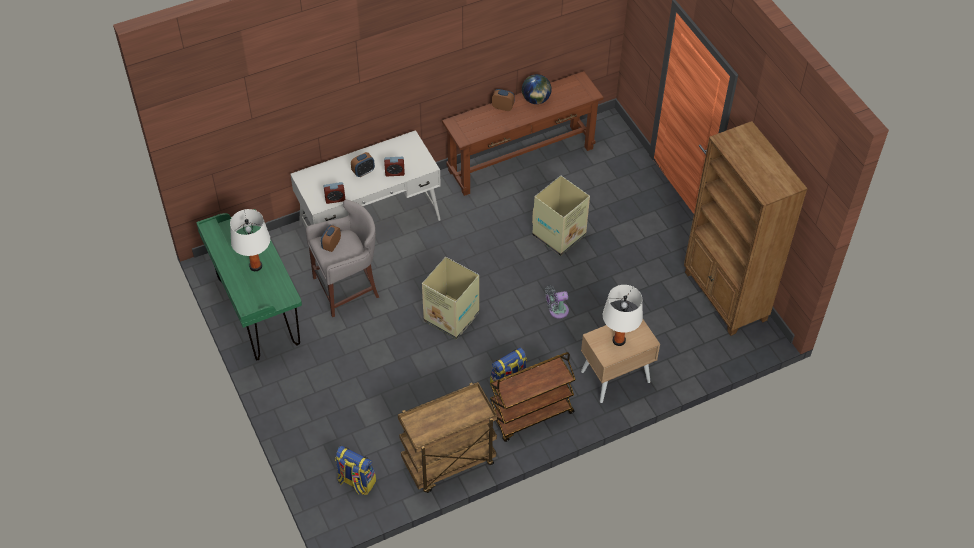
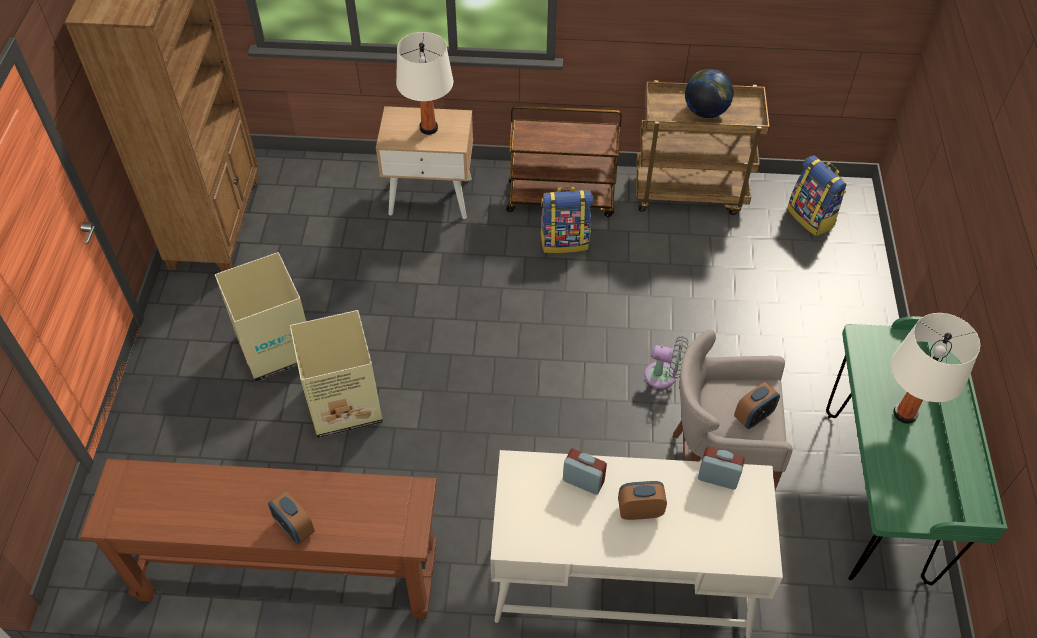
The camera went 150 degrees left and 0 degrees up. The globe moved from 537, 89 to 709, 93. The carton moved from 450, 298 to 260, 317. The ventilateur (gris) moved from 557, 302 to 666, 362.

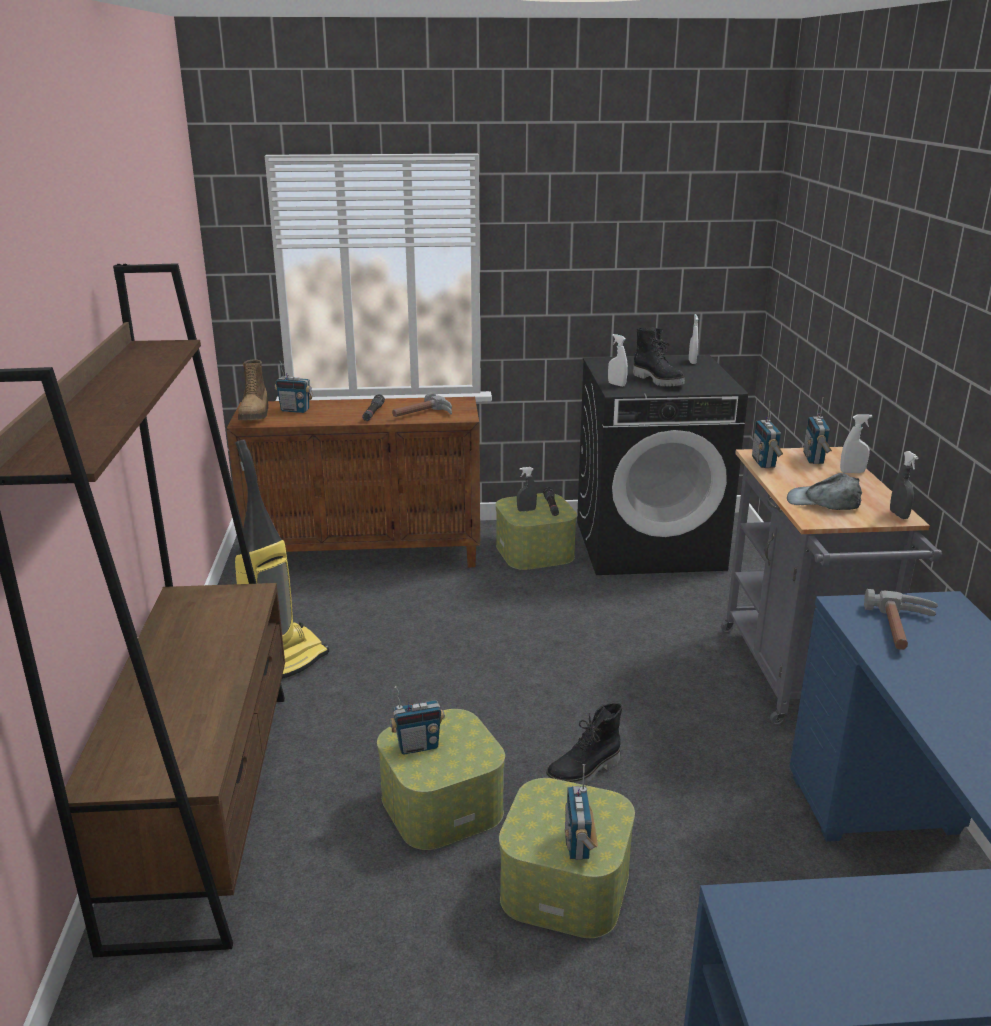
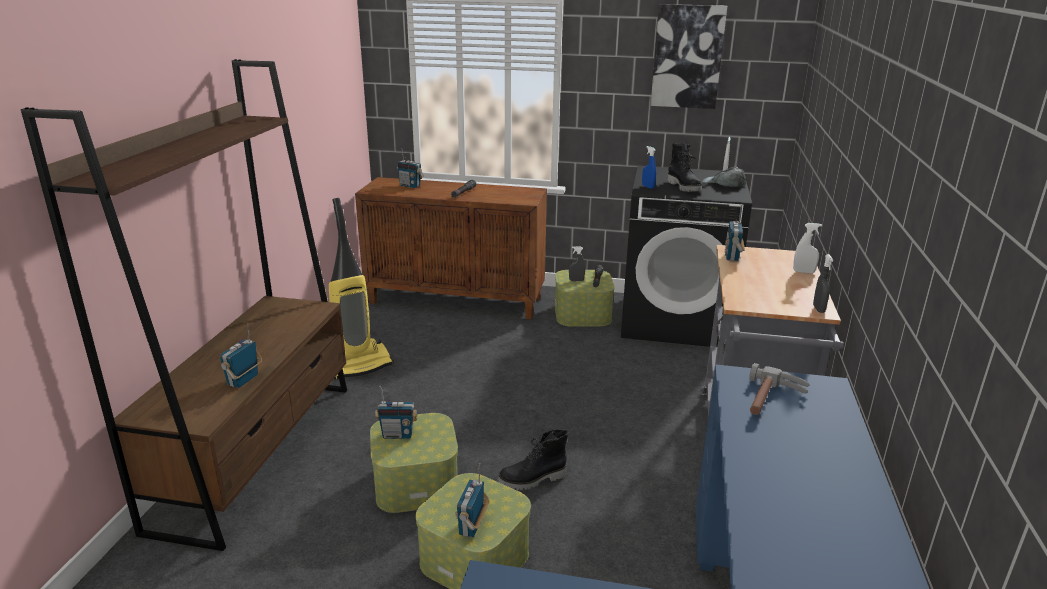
The camera went 15 degrees right and 0 degrees up. The vaporisateur (blanc) at 618, 360 became the vaporisateur (bleu) at 649, 167. The botte at 253, 389 disappeared. The marteau at 422, 405 disappeared. The radio moved from 817, 430 to 241, 355. The casquette (gris) moved from 824, 491 to 724, 176. The tableau at 689, 56 appeared.

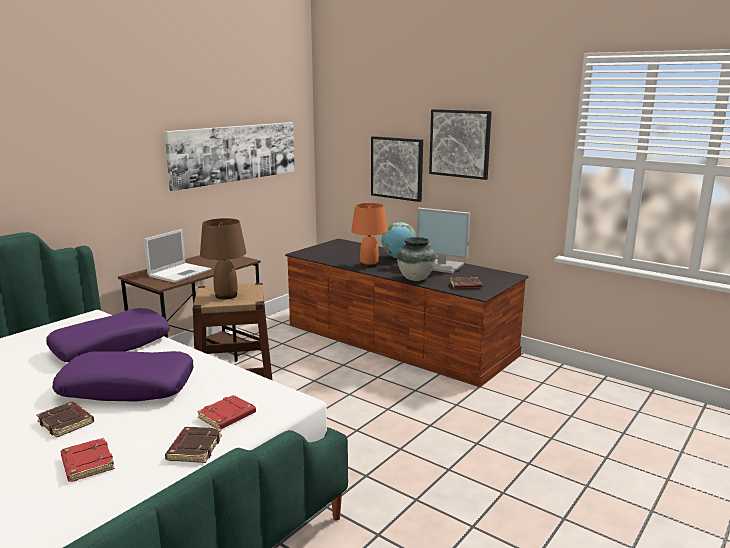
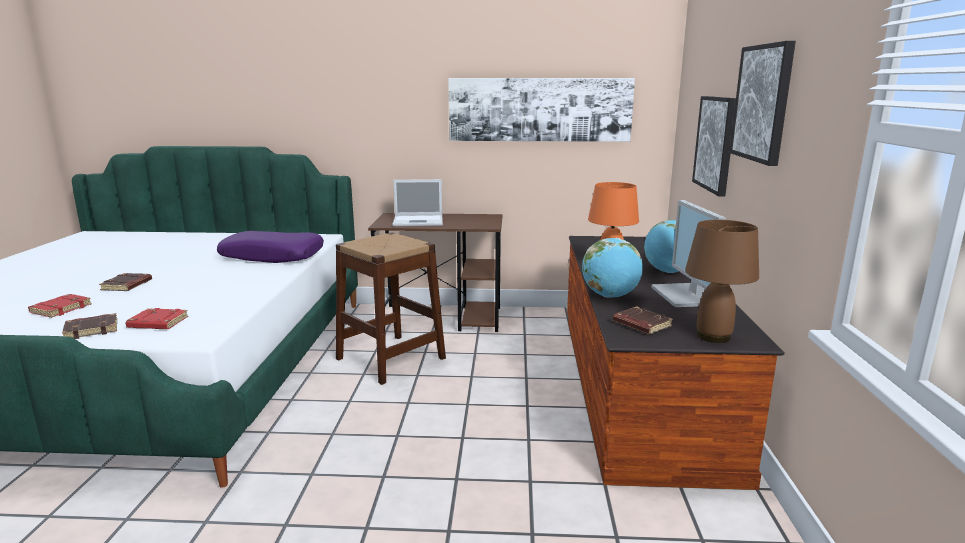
The camera went 55 degrees right and 0 degrees up. The lampe de table (marron) moved from 223, 258 to 722, 281. The vase at 416, 259 was replaced by the globe at 612, 268. The coussin (violet) at 122, 376 disappeared.

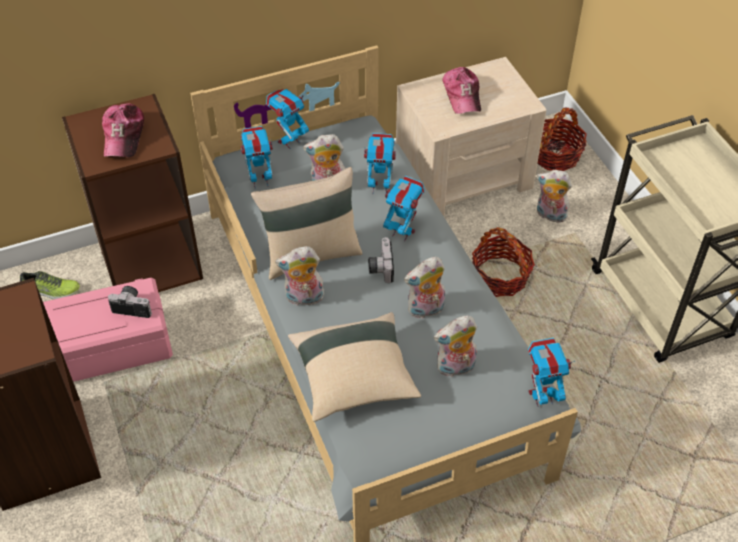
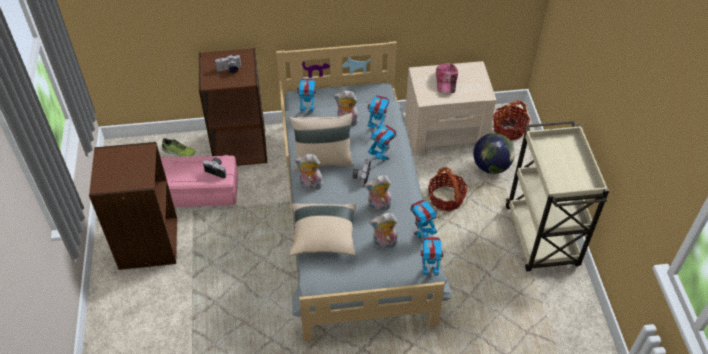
The camera went 15 degrees right and 0 degrees up. The robot jouet moved from 287, 119 to 424, 220. The casquette at 123, 130 was replaced by the appareil photo at 228, 64. The peluche at 554, 196 was replaced by the globe at 494, 153.

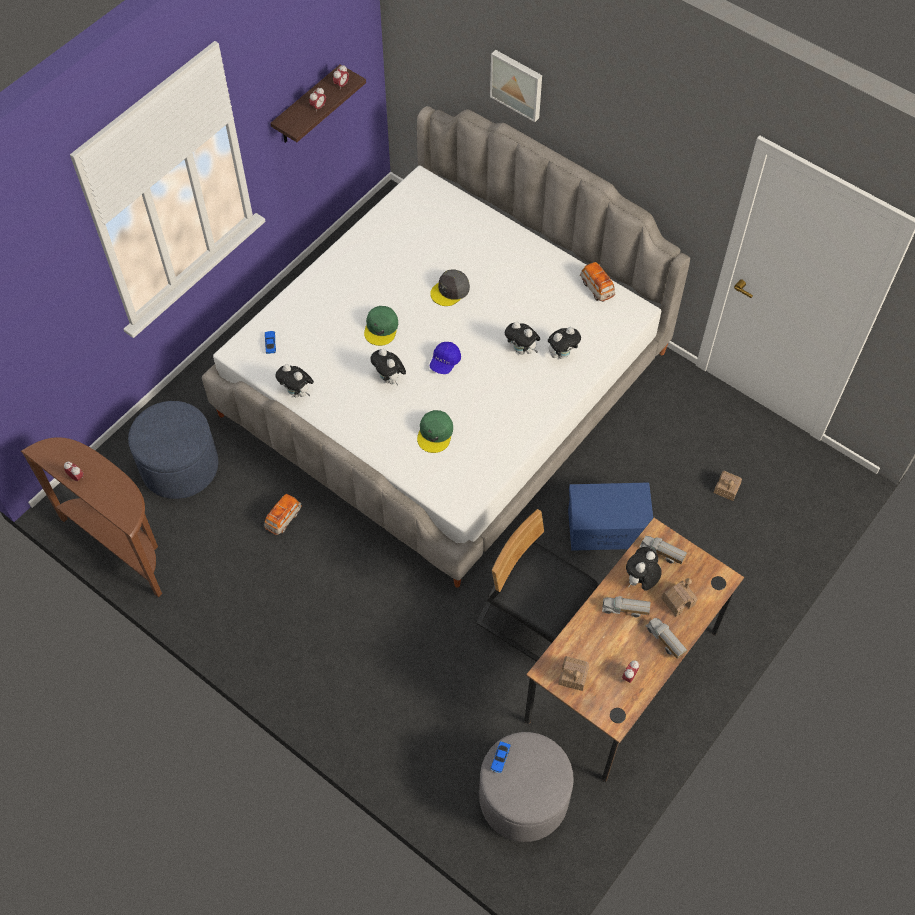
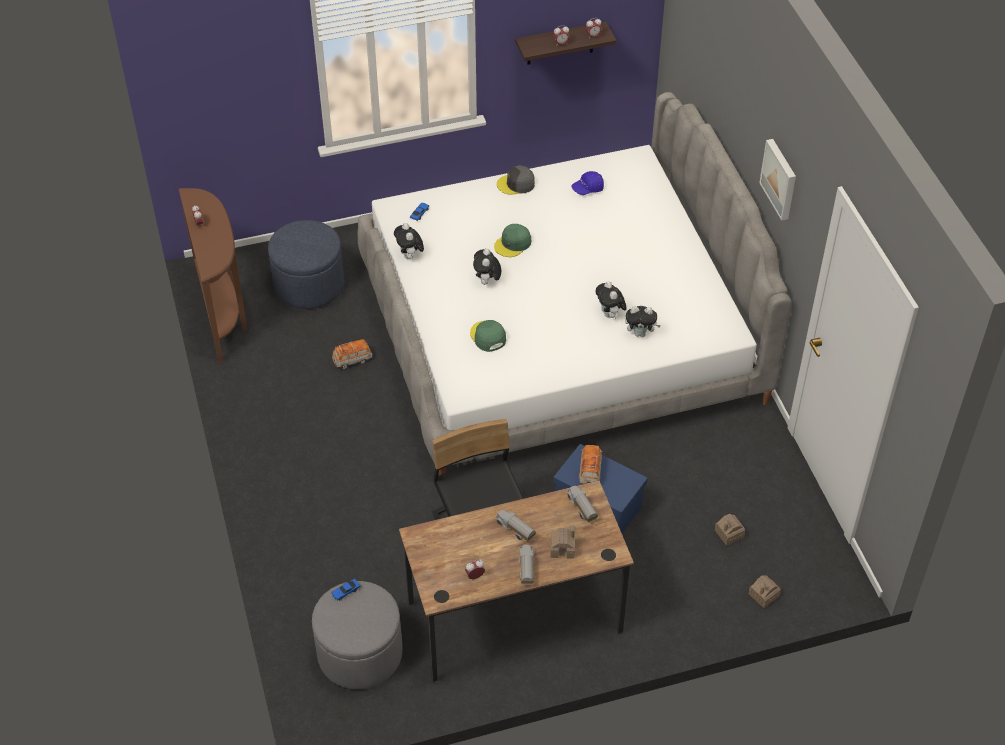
The camera went 35 degrees right and 10 degrees down. The tableau moved from 516, 86 to 777, 180. The petite voiture moved from 597, 282 to 591, 464. The casquette (gris) moved from 450, 288 to 516, 180. The casquette (bleu) moved from 445, 358 to 587, 183. The casquette (vert) at 435, 431 turned 105 degrees clockwise. The peluche at 644, 569 disappeared. The maison miniature moved from 573, 673 to 765, 591.

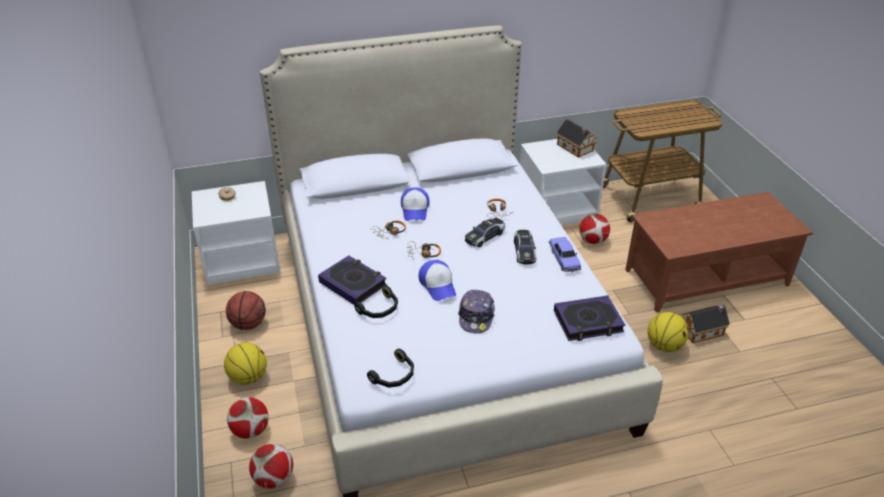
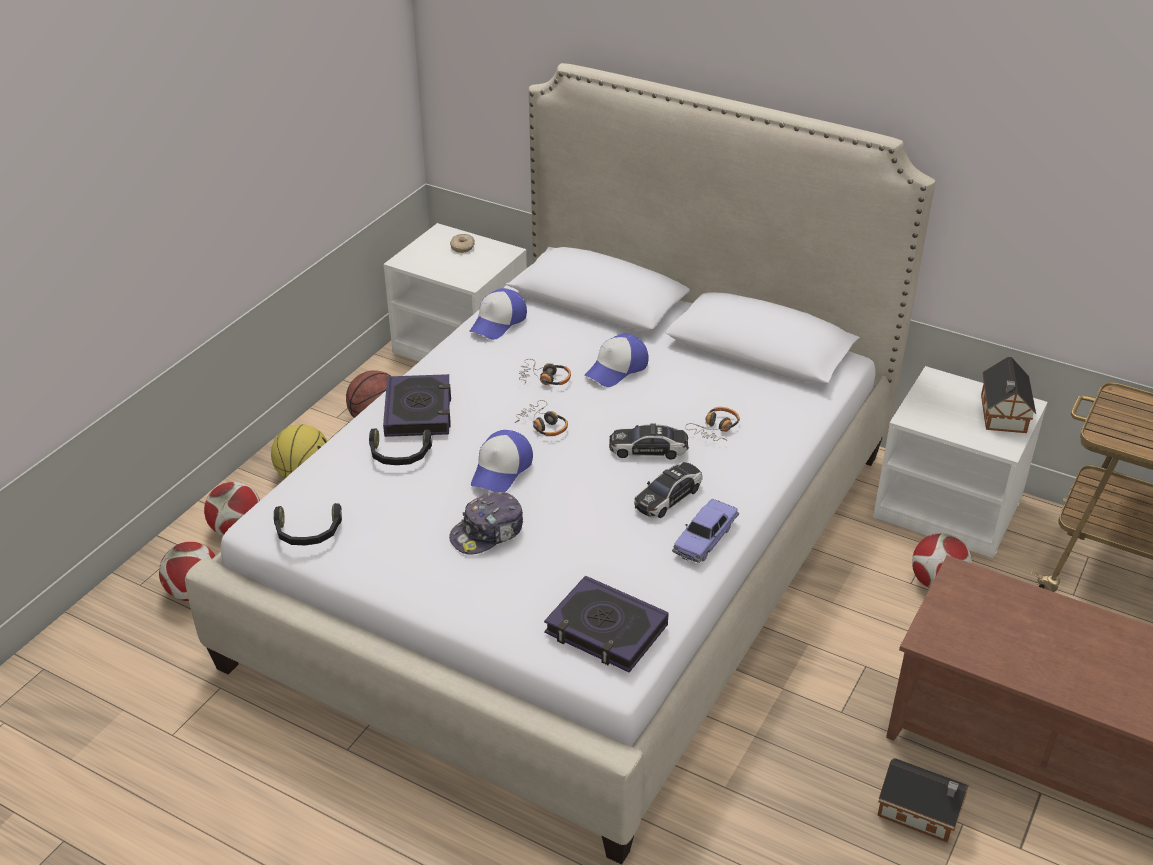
The camera went 45 degrees right and 0 degrees up. The ballon de basket at 668, 332 disappeared. The casquette at 498, 314 appeared.

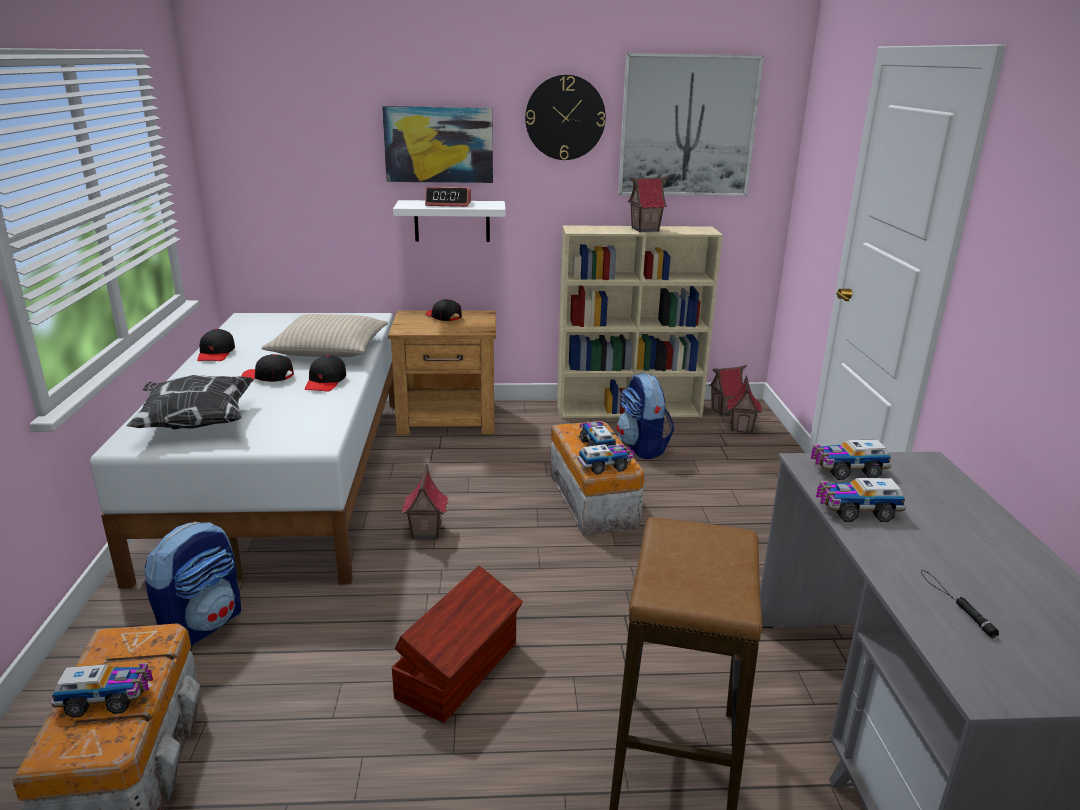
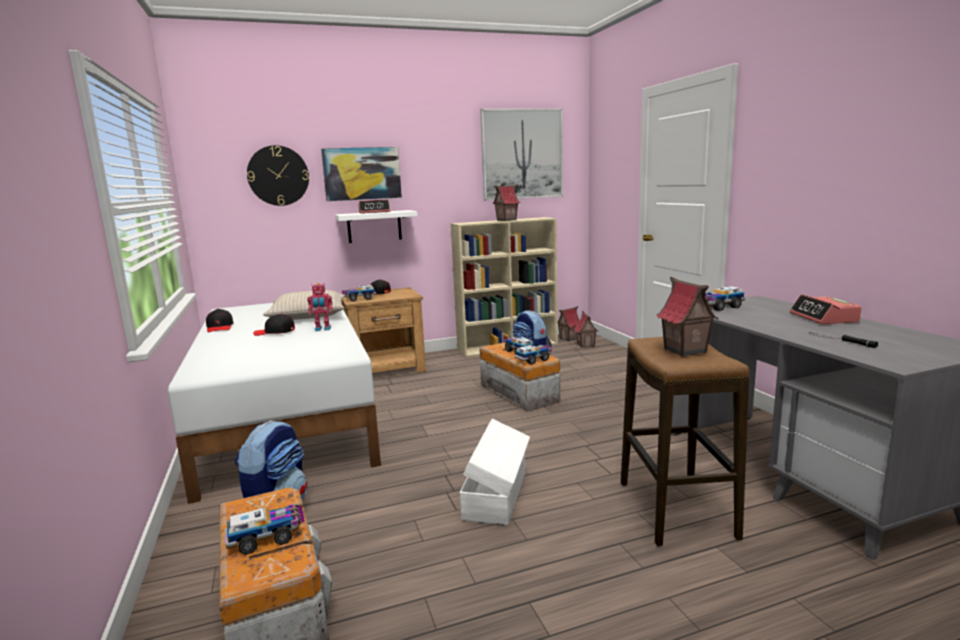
The camera went 15 degrees left and 10 degrees down. The horloge murale moved from 565, 117 to 278, 175. The casquette (noir) at 325, 373 was replaced by the robot jouet at 320, 307. The coussin at 190, 402 disappeared. The maison miniature moved from 424, 501 to 687, 317. The camion jouet moved from 861, 500 to 359, 293. The boîte de rangement (marron) at 457, 644 became the boîte de rangement (blanc) at 495, 472. The réveil at 826, 309 appeared.

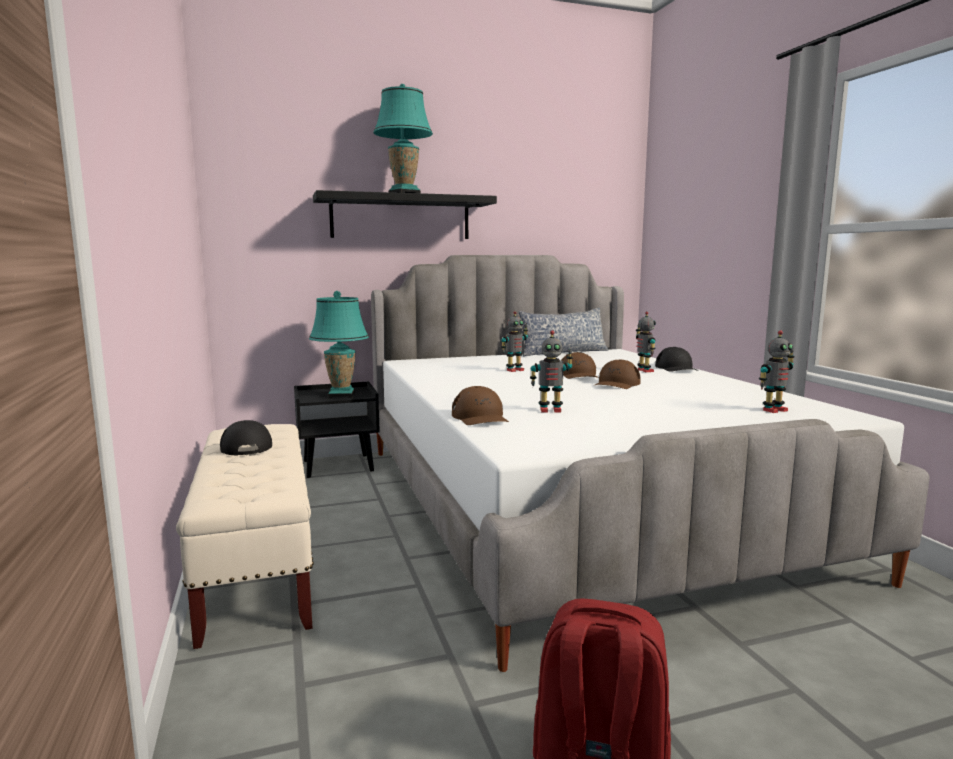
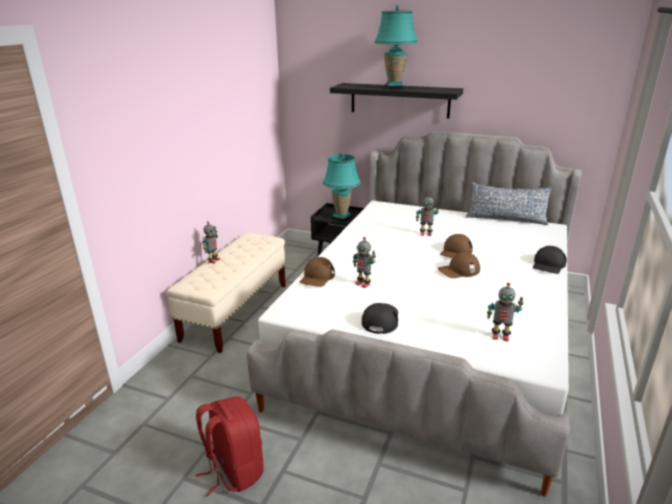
The camera went 40 degrees right and 15 degrees up. The robot jouet moved from 646, 341 to 211, 242. The casquette (noir) moved from 246, 438 to 380, 318.

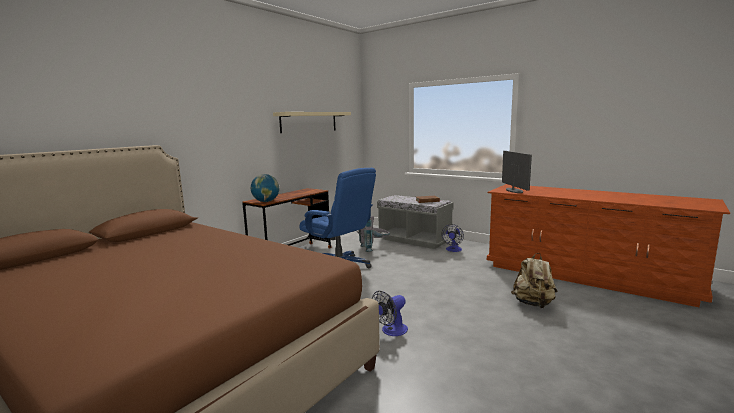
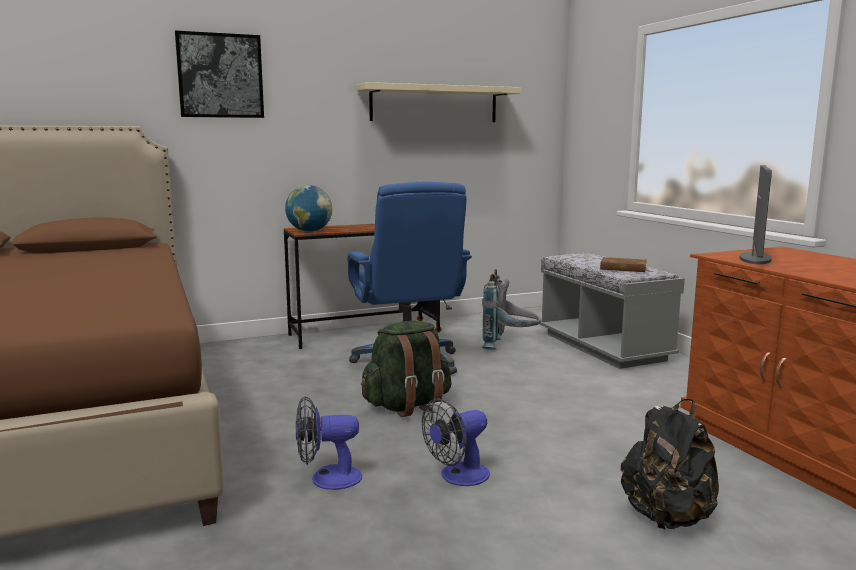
The camera went 30 degrees right and 0 degrees up. The ventilateur moved from 452, 238 to 456, 442. The sac à dos (beige) at 534, 280 became the sac à dos (noir) at 670, 464. The tableau at 219, 74 appeared. The sac à dos (vert) at 406, 369 appeared.

